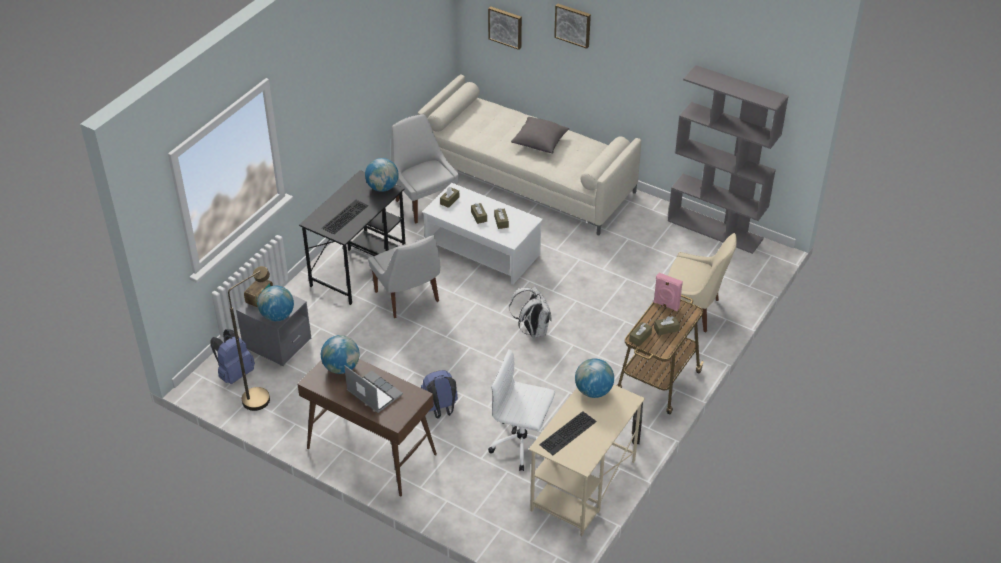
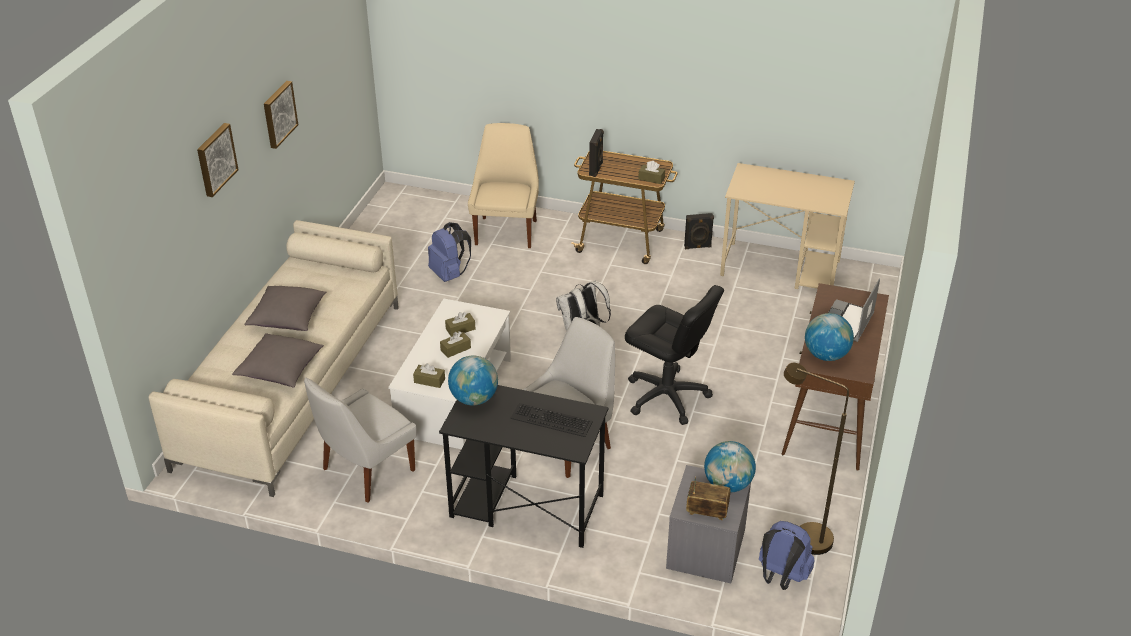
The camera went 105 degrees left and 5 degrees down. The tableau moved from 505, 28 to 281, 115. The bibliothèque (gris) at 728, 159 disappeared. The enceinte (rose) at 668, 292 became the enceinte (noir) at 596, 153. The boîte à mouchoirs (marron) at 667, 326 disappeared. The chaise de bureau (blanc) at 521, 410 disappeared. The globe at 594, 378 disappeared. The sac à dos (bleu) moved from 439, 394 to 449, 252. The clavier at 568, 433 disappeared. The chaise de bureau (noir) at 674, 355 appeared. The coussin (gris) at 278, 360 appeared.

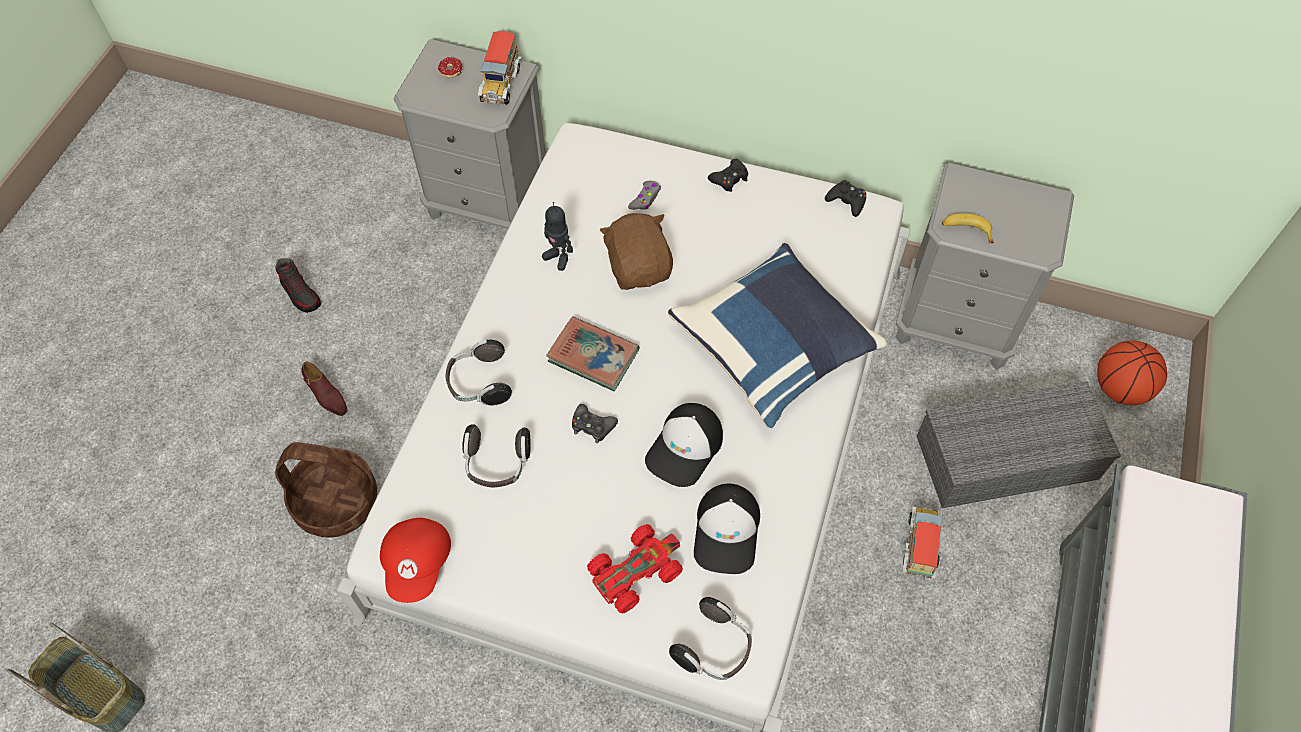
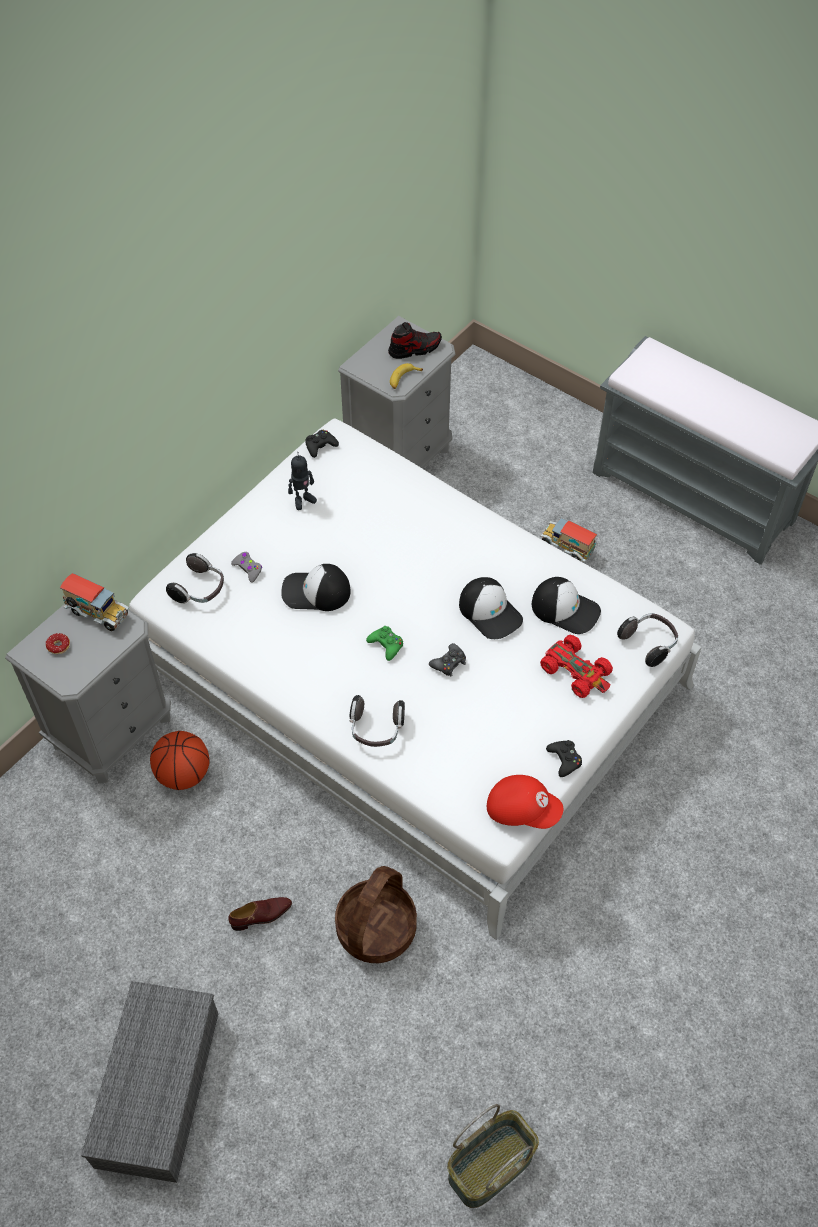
The camera went 70 degrees left and 5 degrees down. The manette (noir) moved from 728, 175 to 564, 758. The robot jouet moved from 557, 236 to 302, 481. The peluche (marron) at 636, 251 was replaced by the casquette at 316, 587. The coussin (bleu) at 777, 336 disappeared. The chaussure moved from 298, 285 to 415, 340. The livre at 592, 353 was replaced by the manette (vert) at 384, 643. The ballon de basket moved from 1132, 373 to 180, 760. The boîte de rangement (gris) moved from 1019, 444 to 149, 1082. The casque audio moved from 496, 455 to 195, 578. The petite voiture (rouge) at 635, 568 turned 150 degrees clockwise.

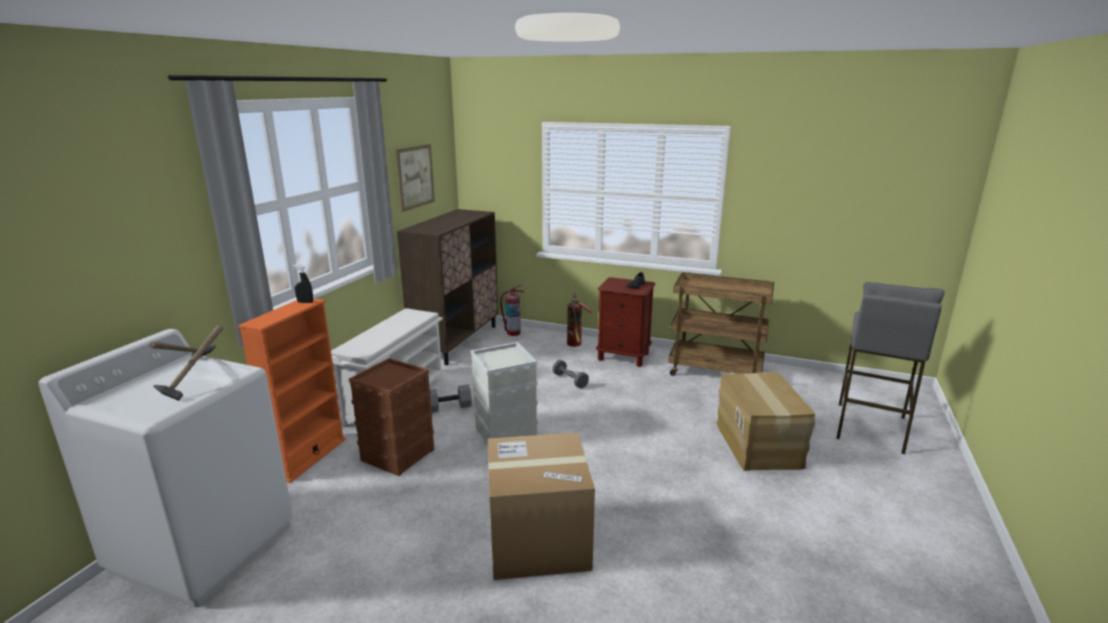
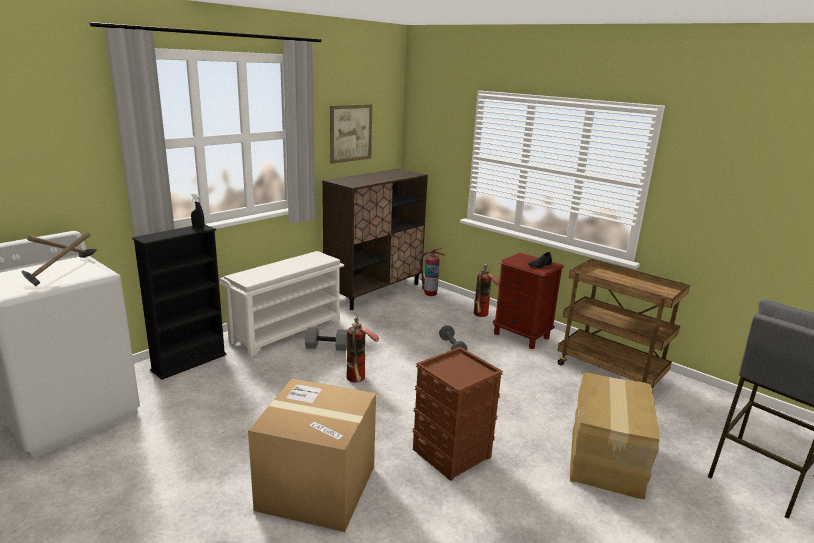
The camera went 20 degrees right and 0 degrees up. The bibliothèque (orange) at 292, 390 became the bibliothèque (noir) at 179, 302. The boîte de rangement (gris) at 504, 393 was replaced by the extincteur at 363, 348. The boîte de rangement (marron) moved from 391, 417 to 457, 414.

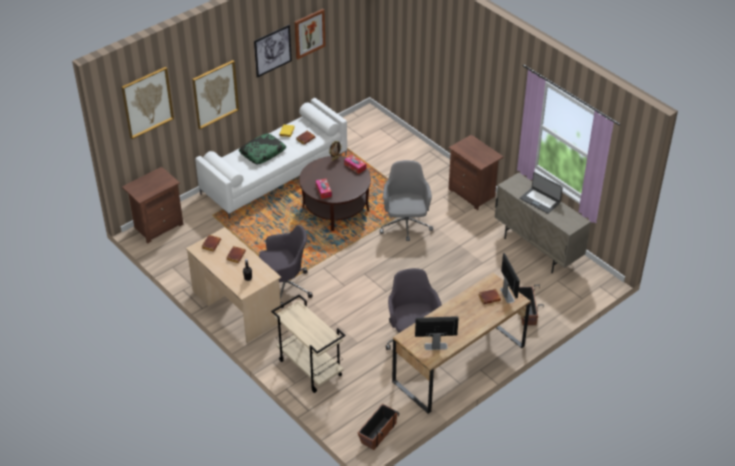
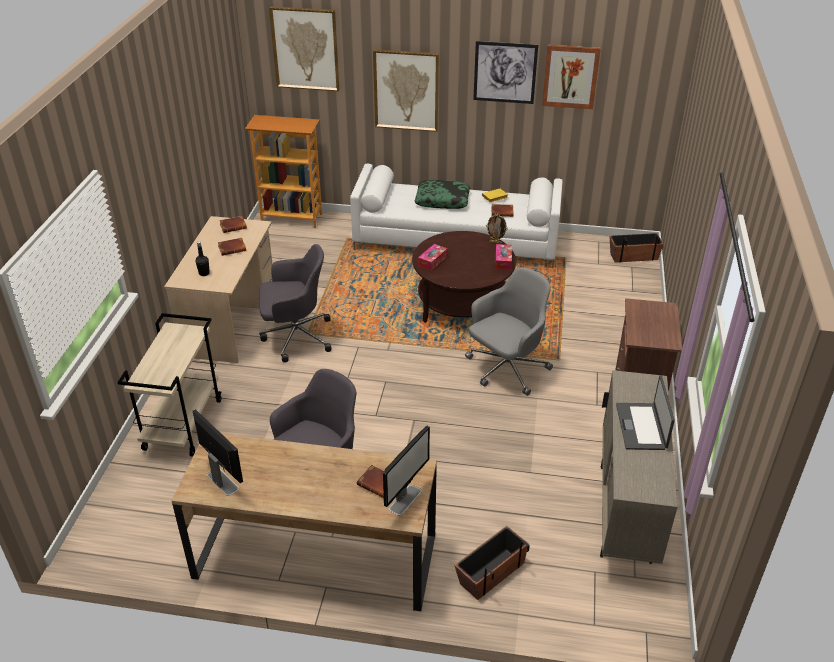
The camera went 50 degrees right and 5 degrees down. The table de chevet (marron) at 152, 205 was replaced by the bibliothèque at 283, 171. The chaise de bureau (gris) at 286, 266 turned 45 degrees counterclockwise. The cache-pot moved from 378, 427 to 636, 248.

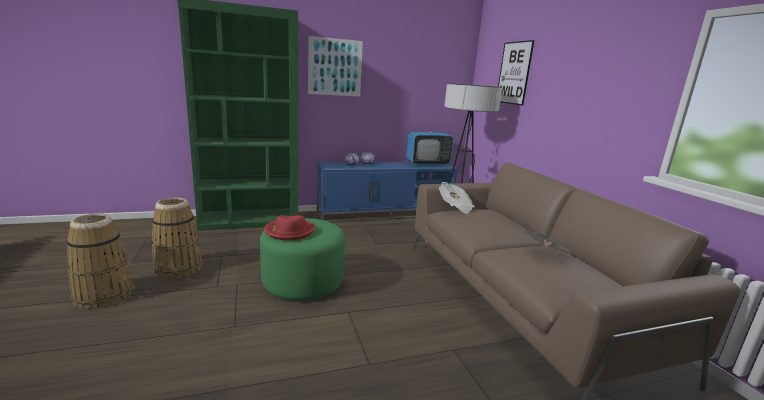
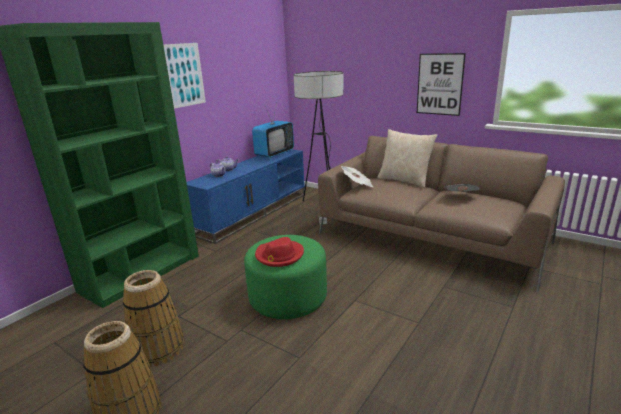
The camera went 35 degrees left and 5 degrees up. The tableau moved from 516, 72 to 441, 84. The coussin (beige) at 407, 158 appeared.

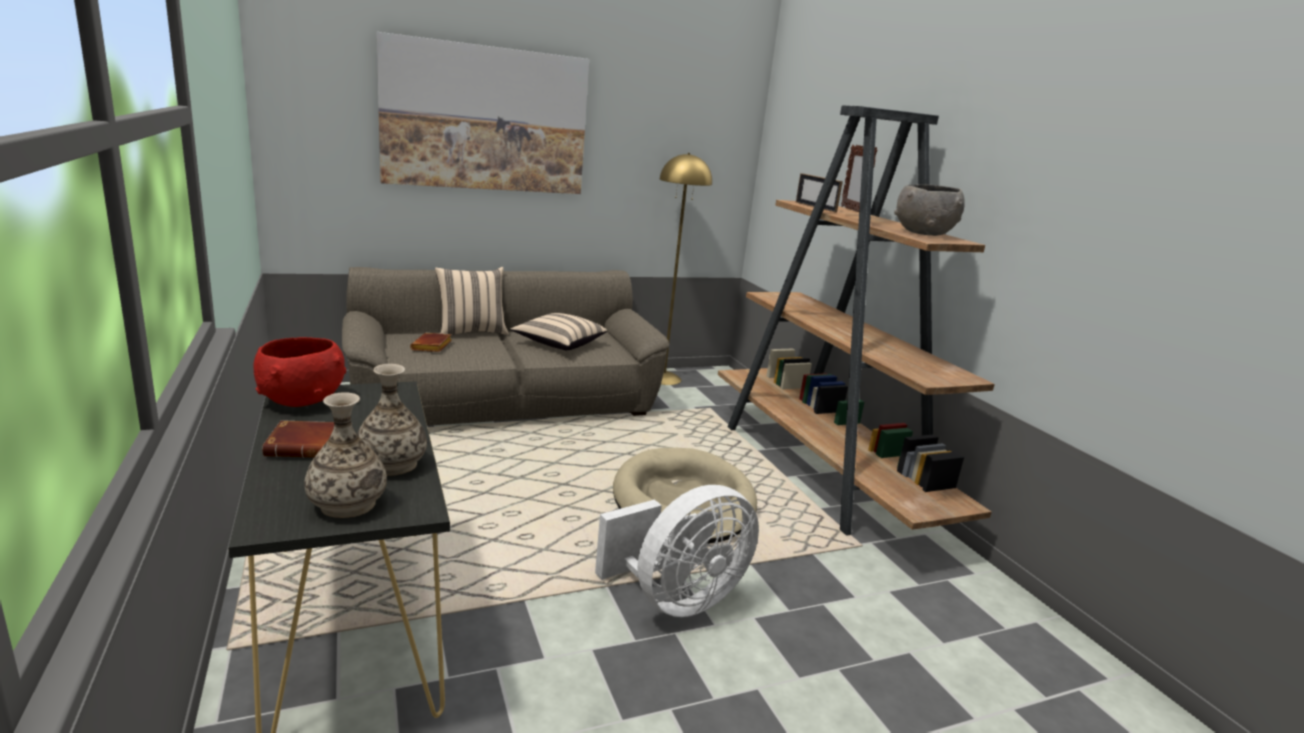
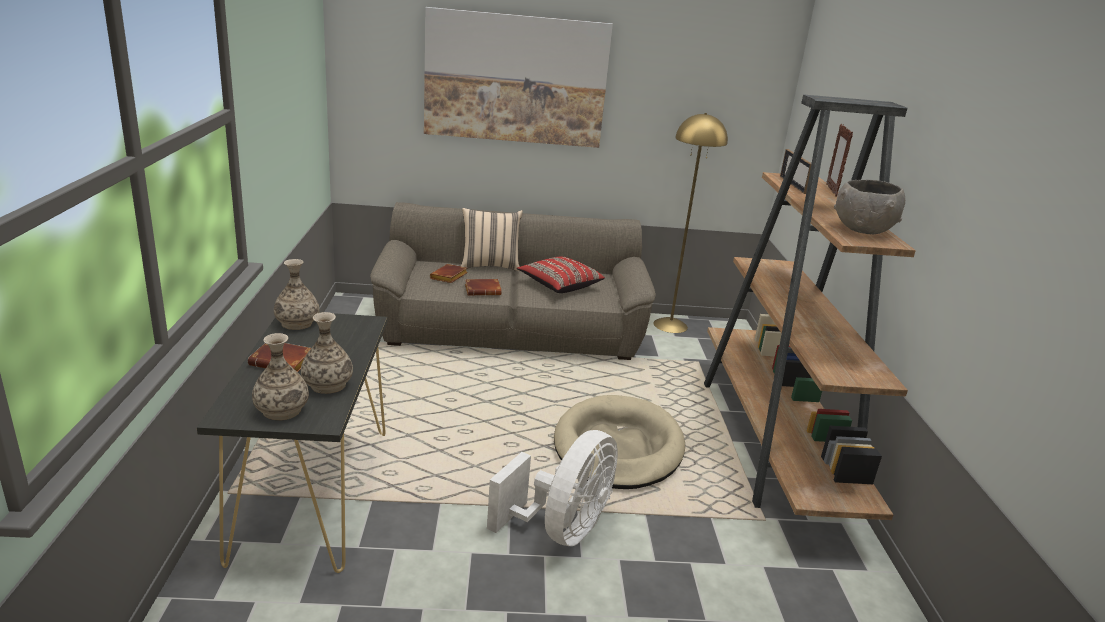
The camera went 20 degrees right and 5 degrees up. The coussin (beige) at 558, 331 became the coussin (rouge) at 561, 275. The bol (rouge) at 300, 372 was replaced by the vase at 297, 294. The ventilateur (blanc) at 677, 551 turned 45 degrees counterclockwise. The livre (marron) at 483, 287 appeared.

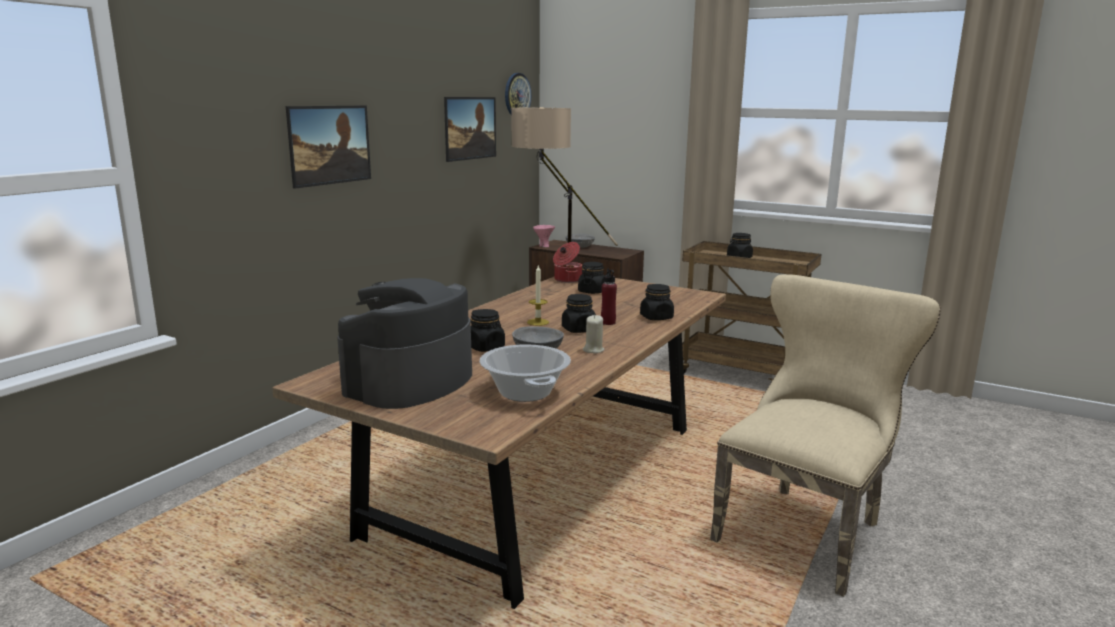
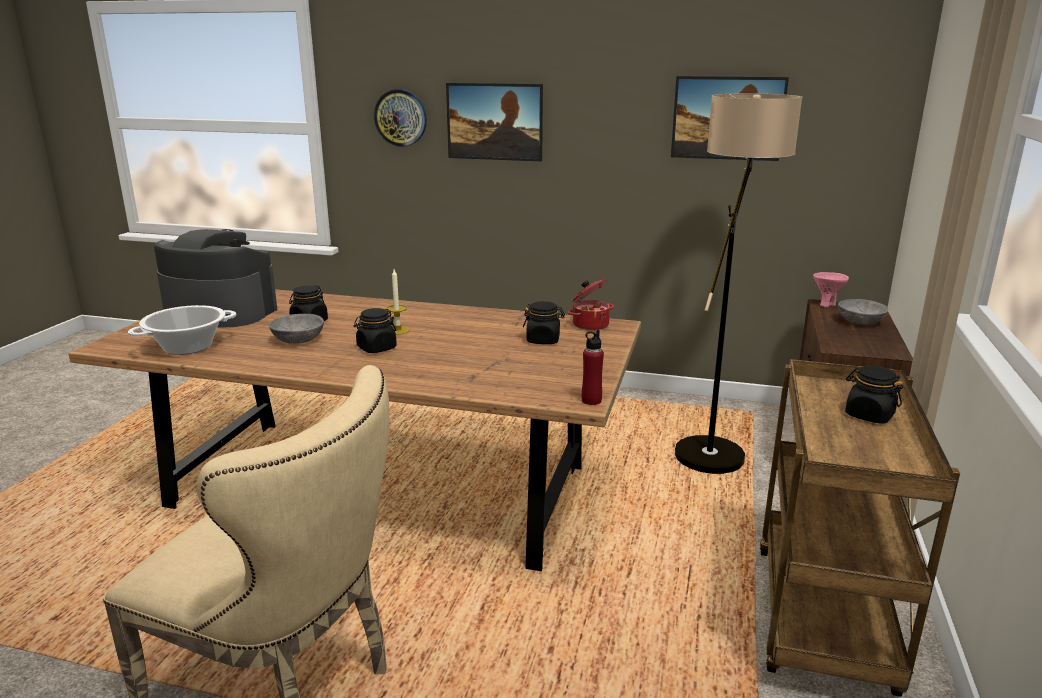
The camera went 75 degrees right and 5 degrees up. The horloge murale moved from 518, 93 to 400, 118. The bouteille (rouge) moved from 609, 296 to 593, 367. The bocal (noir) at 657, 302 disappeared. The bougie (beige) at 593, 334 disappeared.

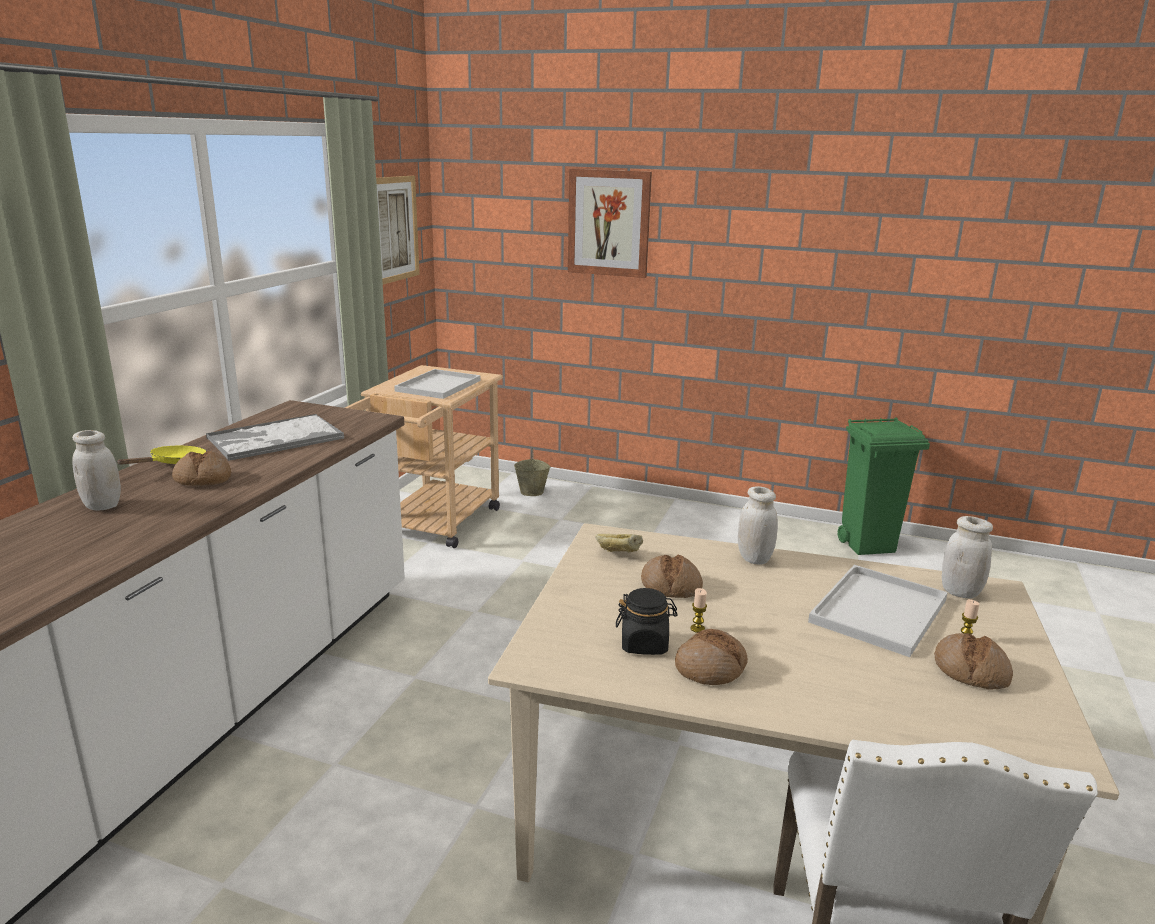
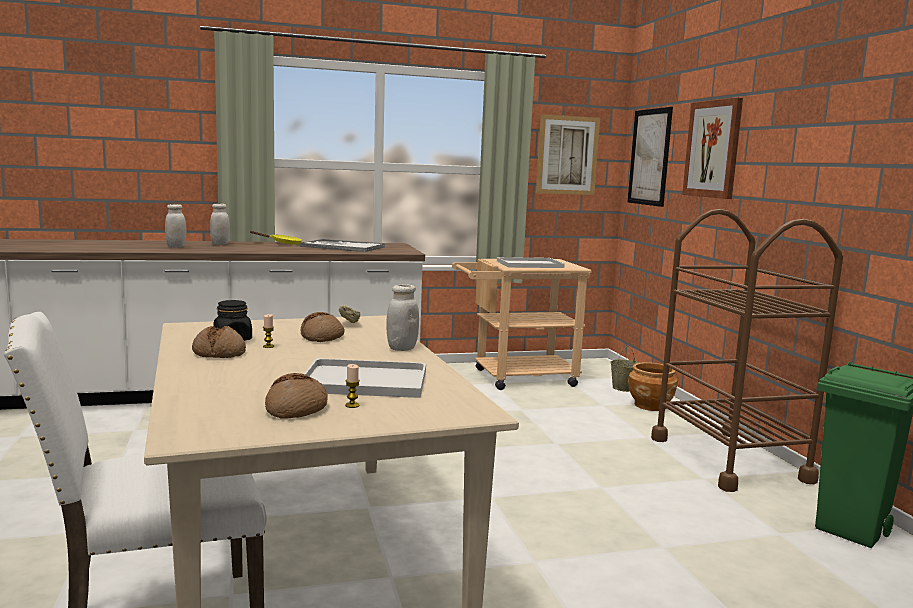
The camera went 55 degrees right and 10 degrees down. The pain at 202, 468 disappeared. The bocal (blanc) moved from 967, 557 to 176, 226. The tableau at 650, 157 appeared. The chariot (marron) at 747, 350 appeared. The cache-pot (marron) at 653, 386 appeared.

